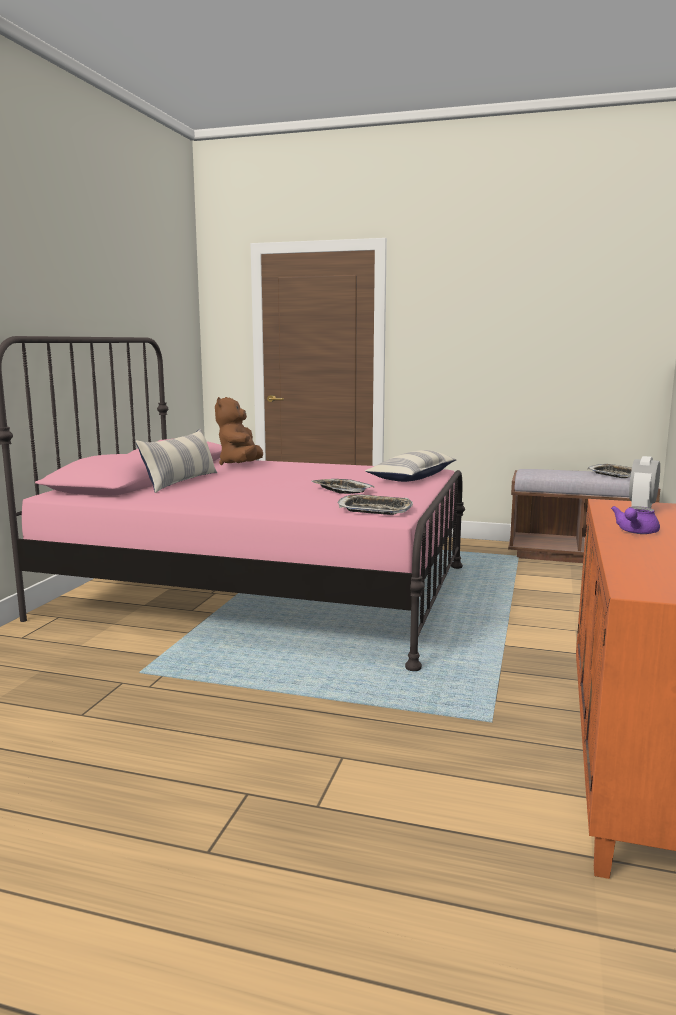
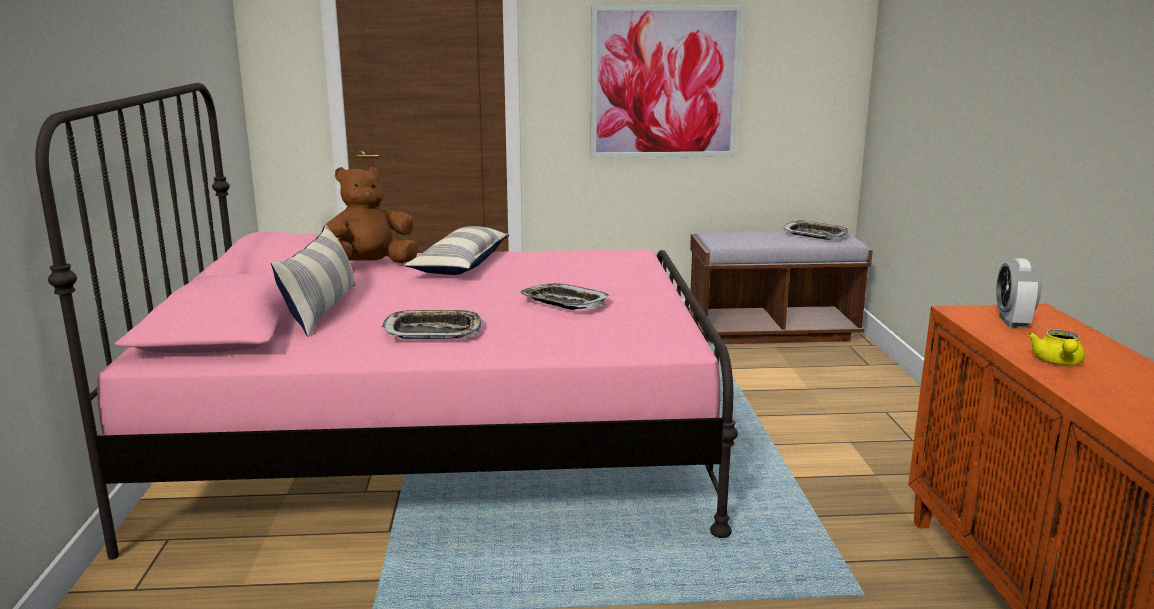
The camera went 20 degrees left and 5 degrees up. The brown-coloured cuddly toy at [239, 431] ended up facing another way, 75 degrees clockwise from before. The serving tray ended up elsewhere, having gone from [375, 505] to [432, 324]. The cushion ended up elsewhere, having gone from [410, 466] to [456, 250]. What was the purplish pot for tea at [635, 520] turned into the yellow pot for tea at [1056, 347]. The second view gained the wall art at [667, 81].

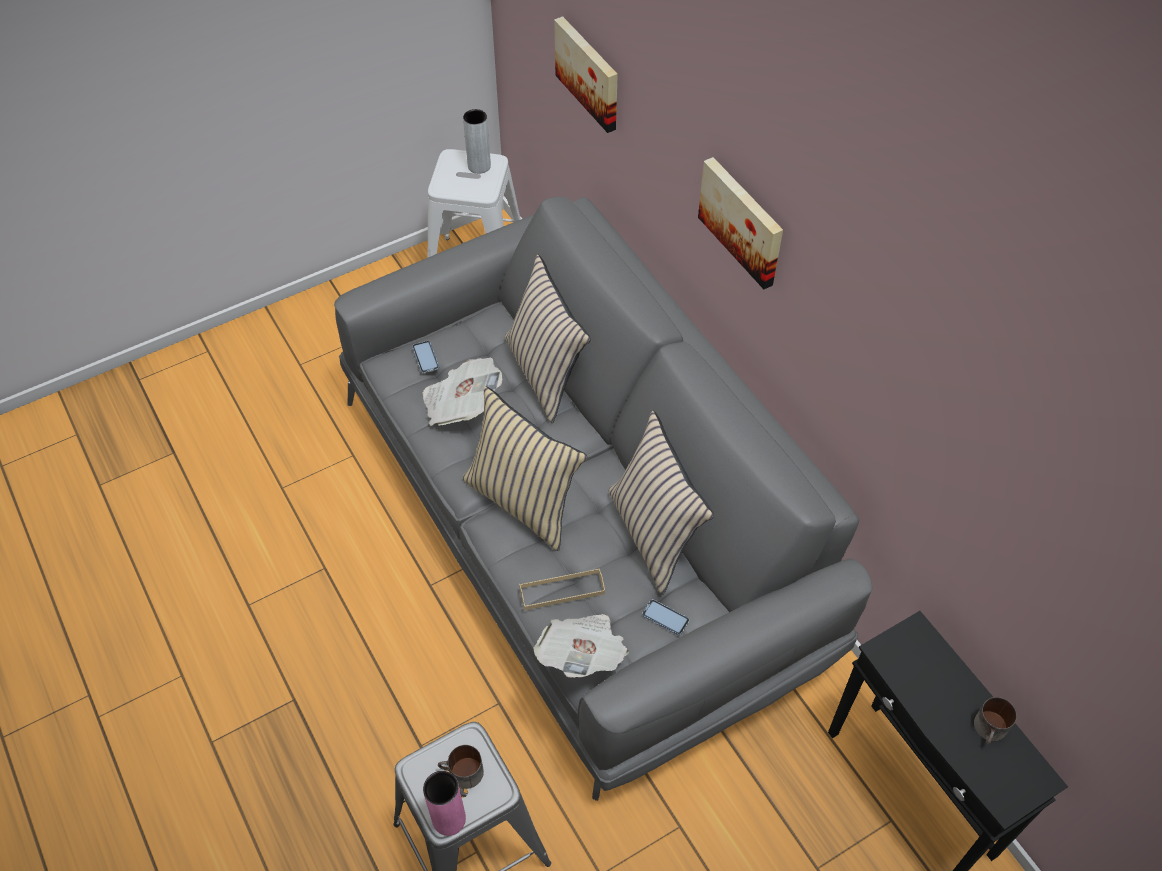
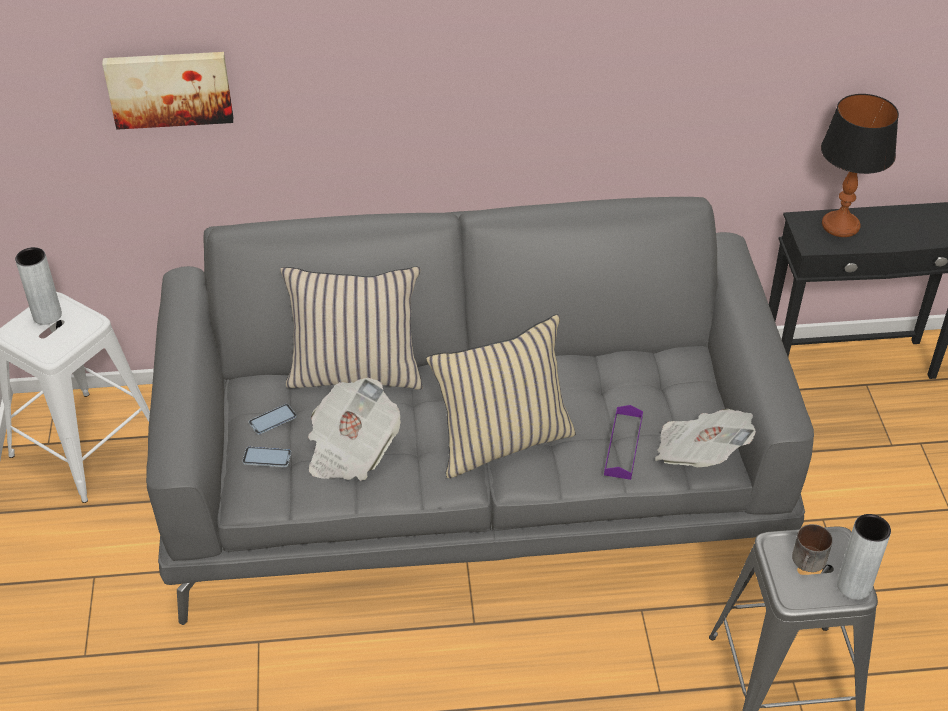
The camera went 65 degrees left and 10 degrees down. What was the pink flower vase at [444, 803] turned into the grey flower vase at [864, 557]. What was the beige-coloured serving tray at [562, 589] turned into the purplish serving tray at [623, 442]. The second view lost the beige-coloured cushion at [661, 503]. The telephone ended up elsewhere, having gone from [665, 617] to [273, 419]. The second view lost the wall art at [740, 223]. The second view lost the coffee mug at [995, 721]. The second view gained the table lamp at [860, 165].

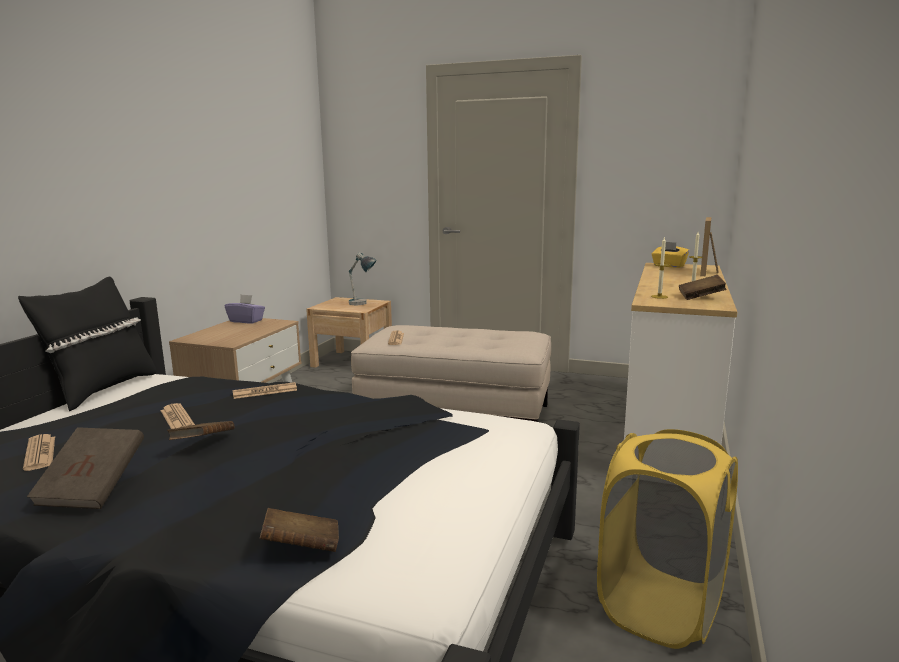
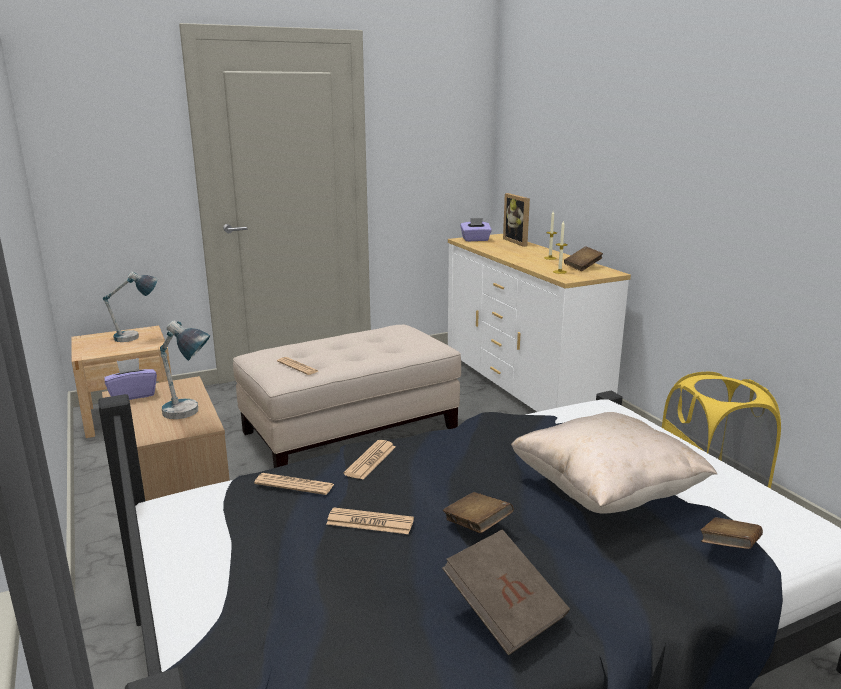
The camera went 45 degrees left and 5 degrees up. The second view lost the blackish cushion at [87, 344]. The newspaper ended up elsewhere, having gone from [39, 452] to [294, 484]. What was the yellow tissue box at [670, 255] turned into the purplish tissue box at [476, 229]. The second view gained the table lamp at [185, 370]. The second view gained the beige-coloured cushion at [614, 463].

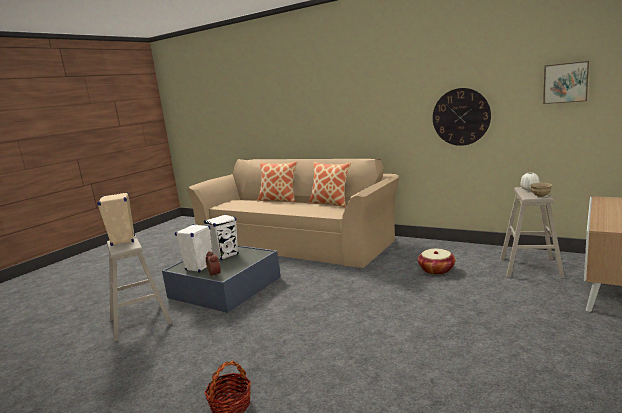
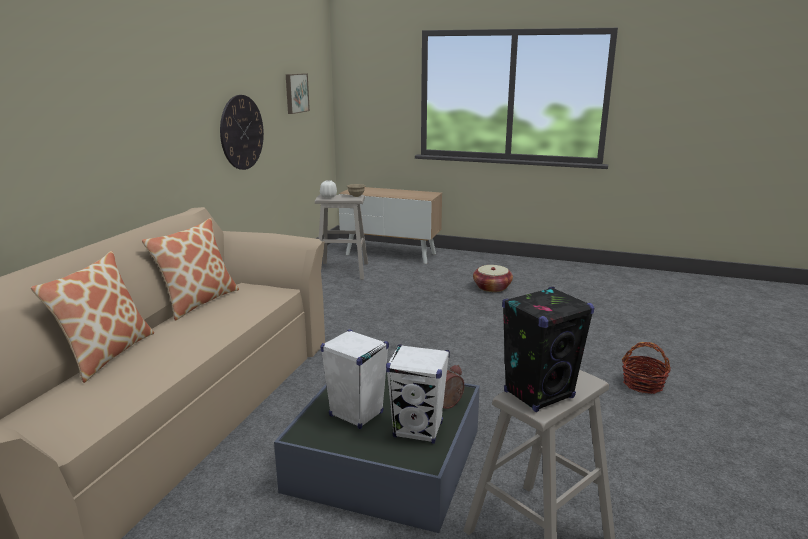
The camera went 105 degrees left and 5 degrees up. What was the beige-coloured speaker at [116, 219] turned into the blackish speaker at [548, 349]. The storage basket ended up elsewhere, having gone from [437, 262] to [493, 278].

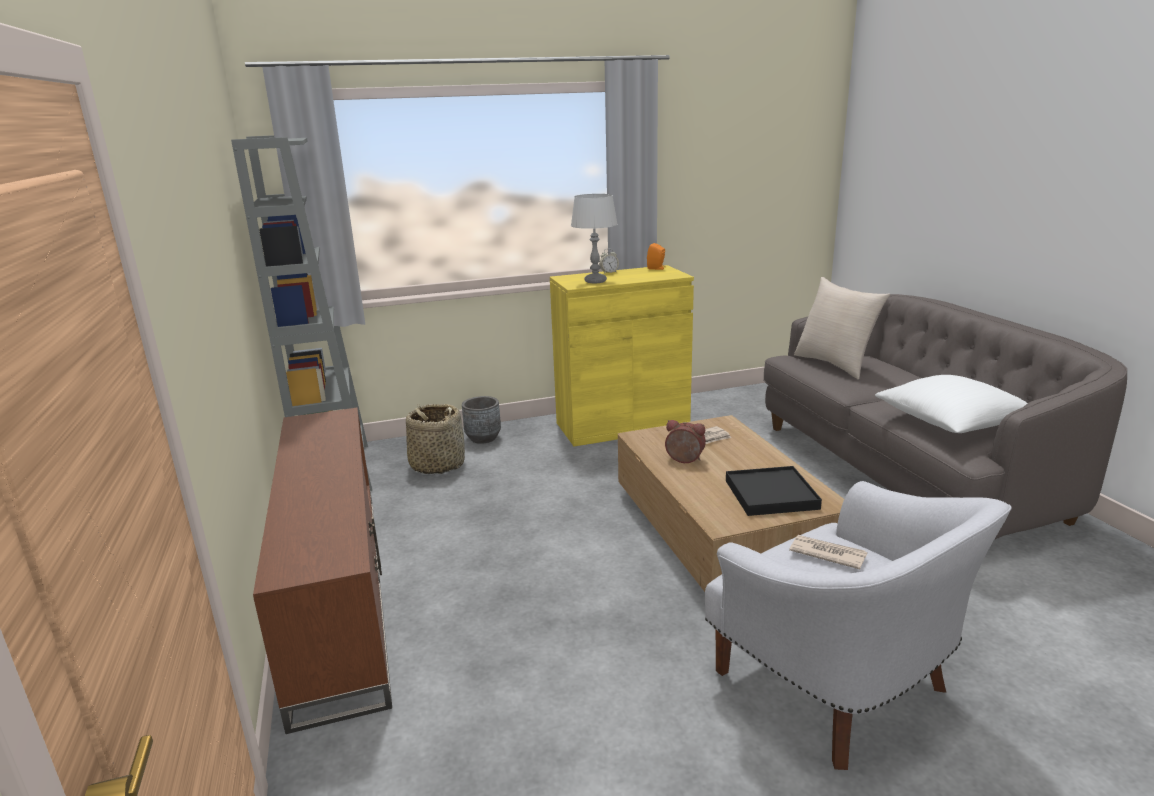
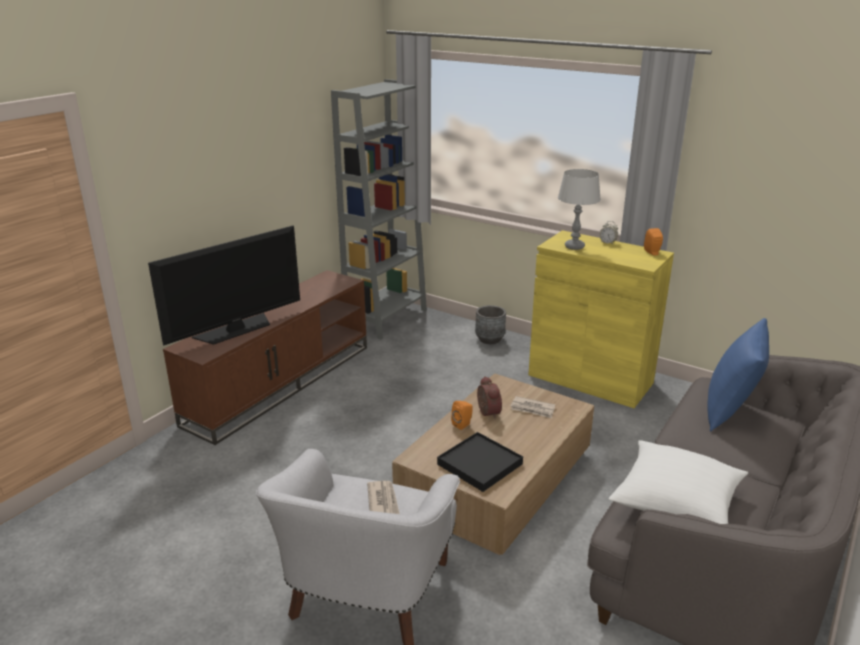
The camera went 50 degrees right and 5 degrees up. The second view lost the storage basket at [435, 439]. What was the beige-coloured cushion at [842, 328] turned into the blue cushion at [738, 374]. The second view gained the television at [224, 285]. The second view gained the orange speaker at [462, 415].

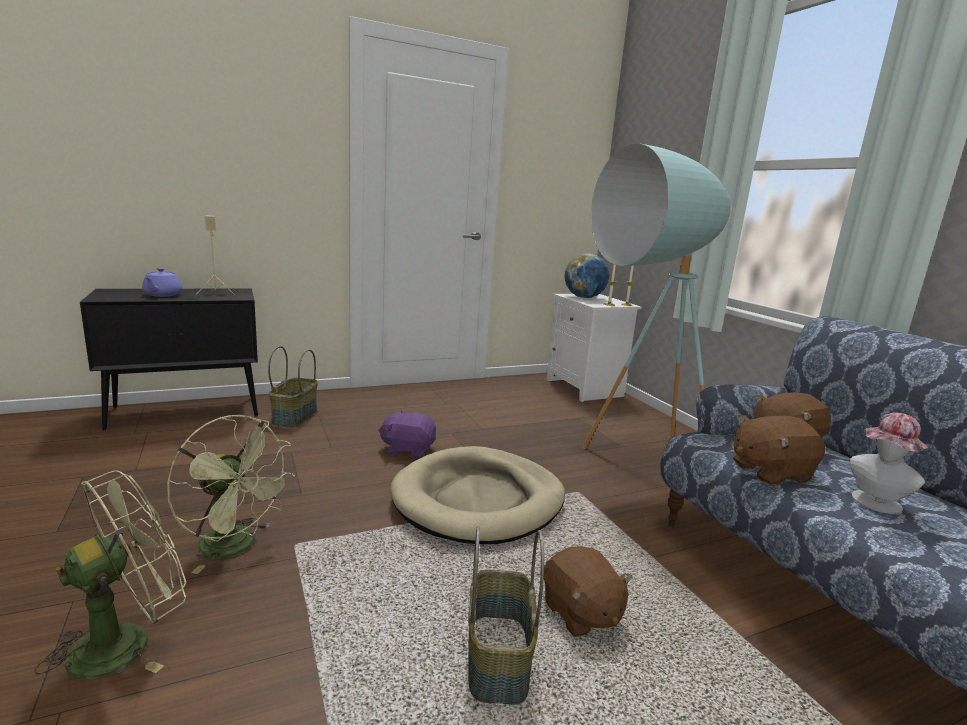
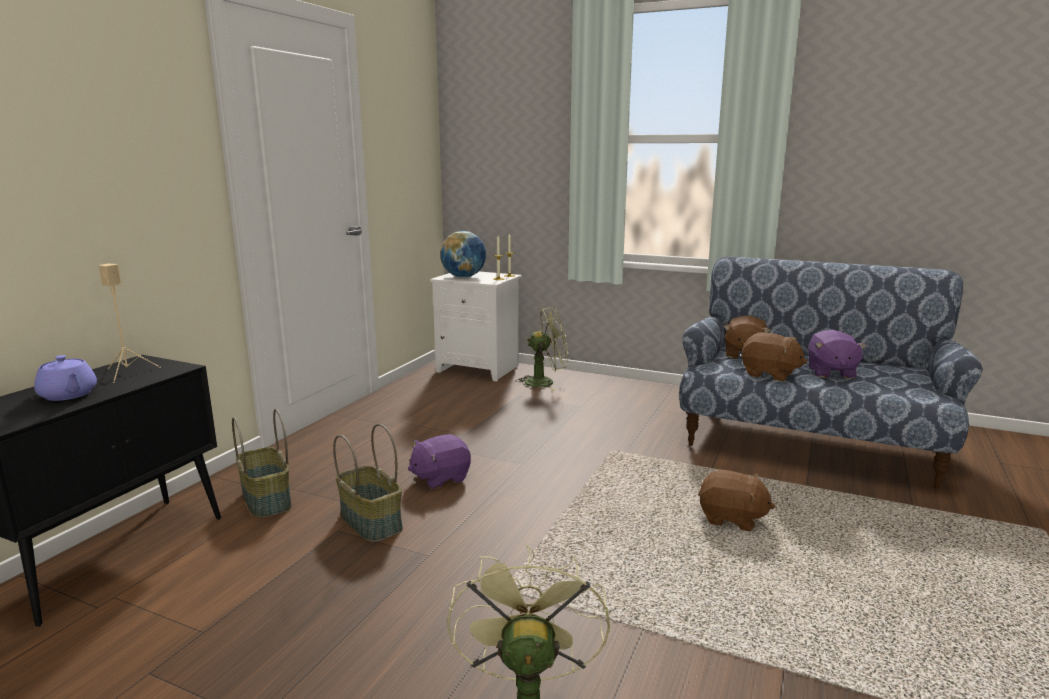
The camera went 40 degrees left and 0 degrees up. The greenish electric fan ended up elsewhere, having gone from [231, 494] to [541, 349]. The second view lost the beige-coloured dog bed at [477, 495]. The storage basket ended up elsewhere, having gone from [506, 615] to [368, 483]. The second view lost the turquoise standard lamp at [656, 296]. The brown-coloured cuddly toy at [779, 450] ended up facing another way, 90 degrees counterclockwise from before. Where the wearable hat stood at [889, 463], the purplish cuddly toy came to stand at [837, 354].

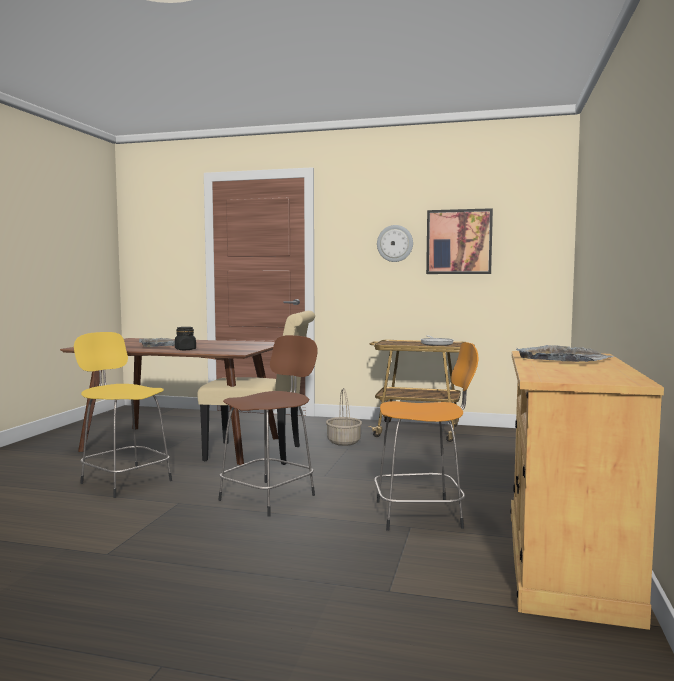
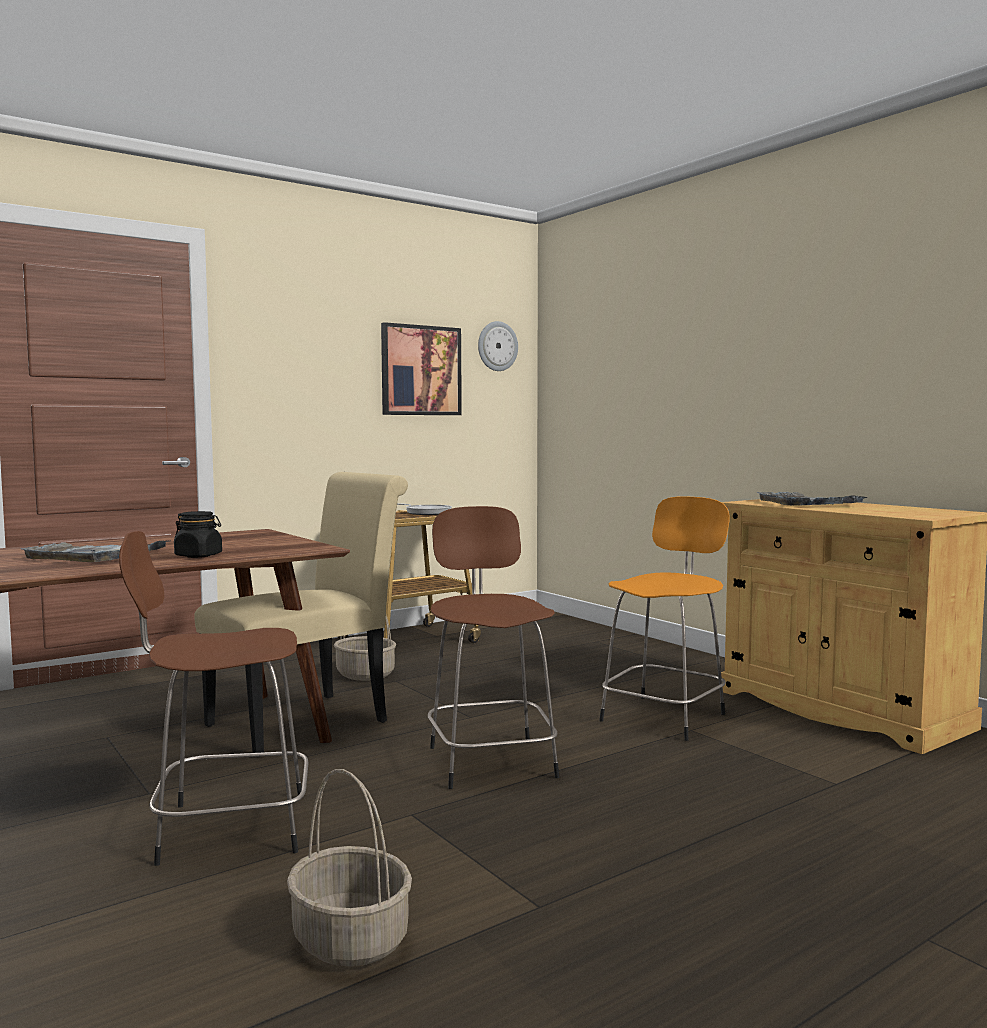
The camera went 50 degrees left and 0 degrees up. What was the yellow sitting stool at [123, 415] turned into the brown-coloured sitting stool at [213, 698]. The wall clock ended up elsewhere, having gone from [395, 243] to [498, 346]. The second view gained the storage basket at [349, 868].

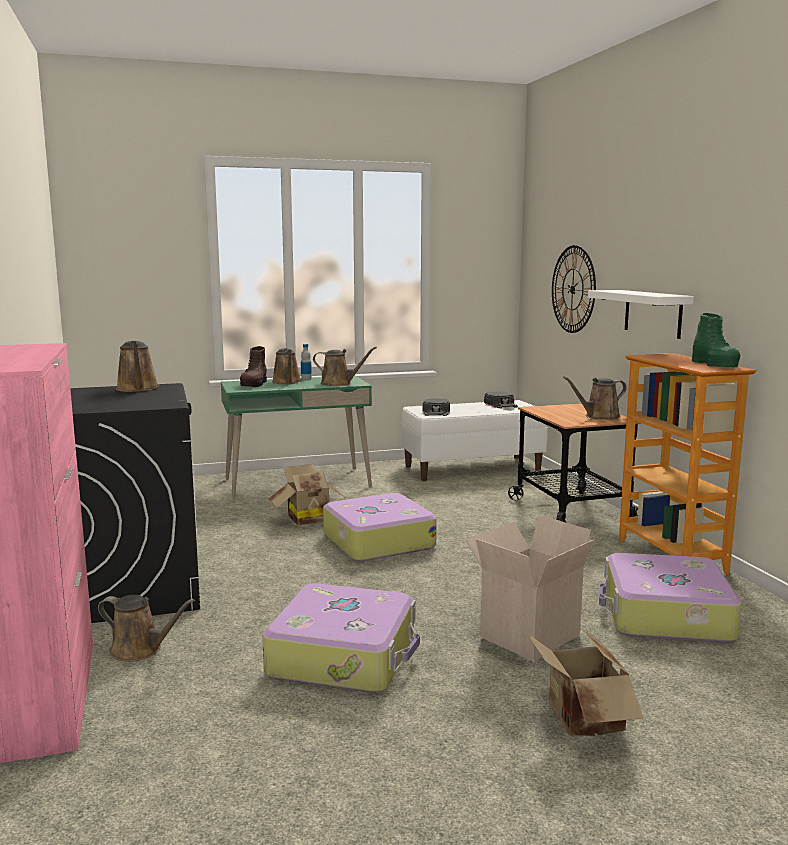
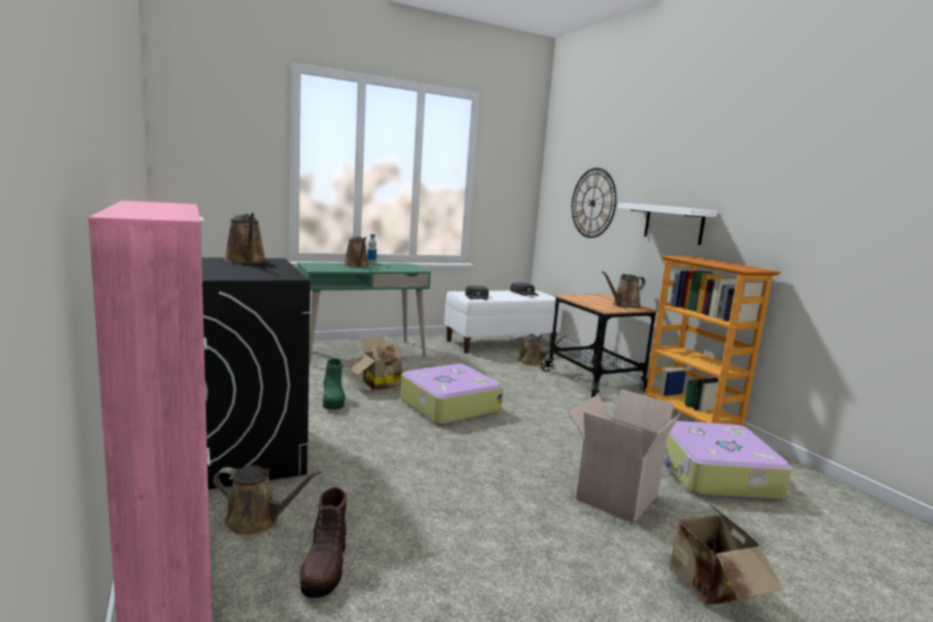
The camera went 10 degrees left and 0 degrees up. The brown-coloured high-top boot ended up elsewhere, having gone from [253, 366] to [323, 542]. The second view lost the travel case at [341, 638]. The brown-coloured watering pot ended up elsewhere, having gone from [345, 366] to [540, 350]. The greenish high-top boot ended up elsewhere, having gone from [716, 340] to [334, 384].

